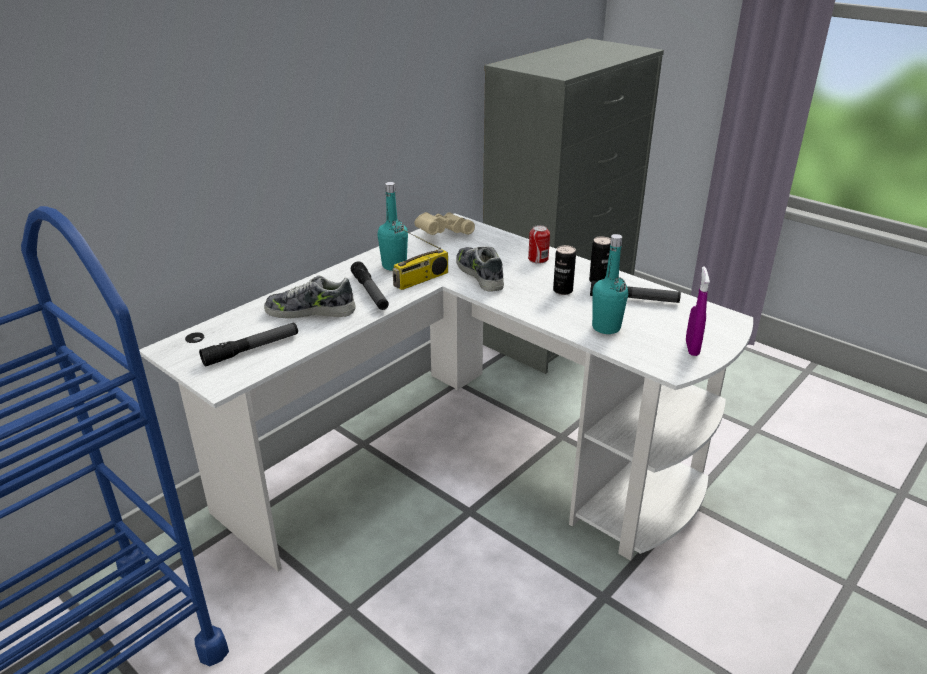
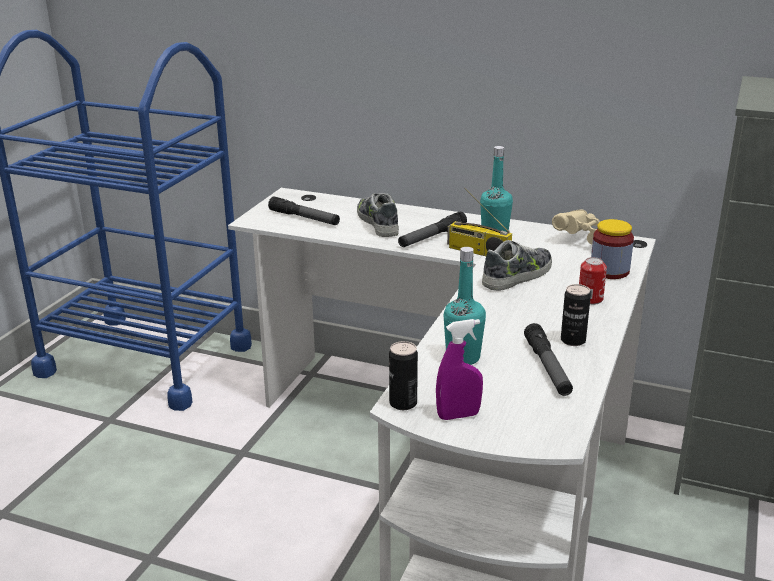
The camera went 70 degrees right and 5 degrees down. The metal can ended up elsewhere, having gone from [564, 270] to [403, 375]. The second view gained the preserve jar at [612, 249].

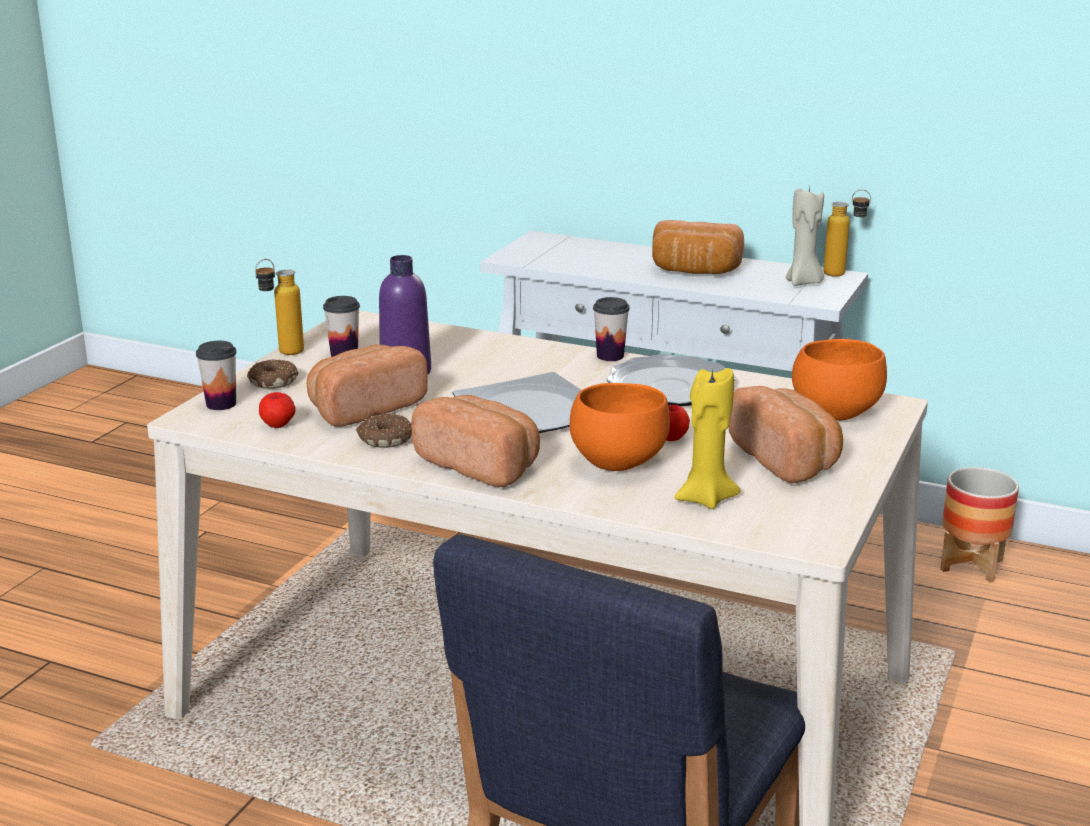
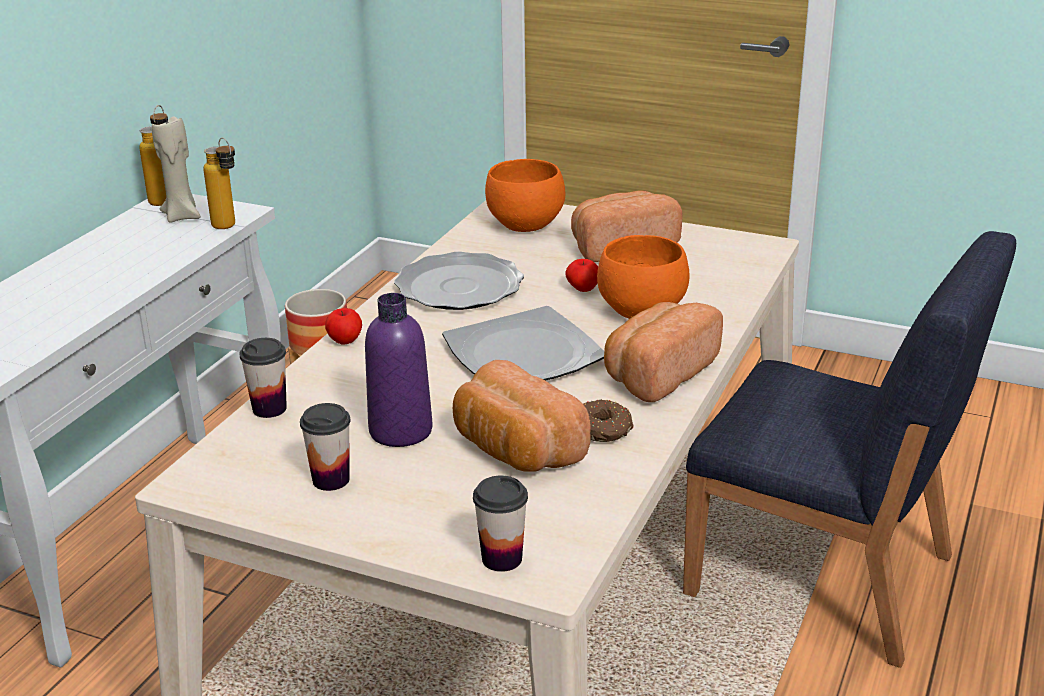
The camera went 90 degrees left and 5 degrees up. The second view lost the donut at [272, 374]. The bottle ended up elsewhere, having gone from [279, 307] to [219, 183]. The whole apple ended up elsewhere, having gone from [277, 410] to [343, 326]. The drinking cup ended up elsewhere, having gone from [611, 329] to [263, 378]. The second view lost the baked bread at [698, 247]. The second view lost the yellow wax candle at [707, 438].

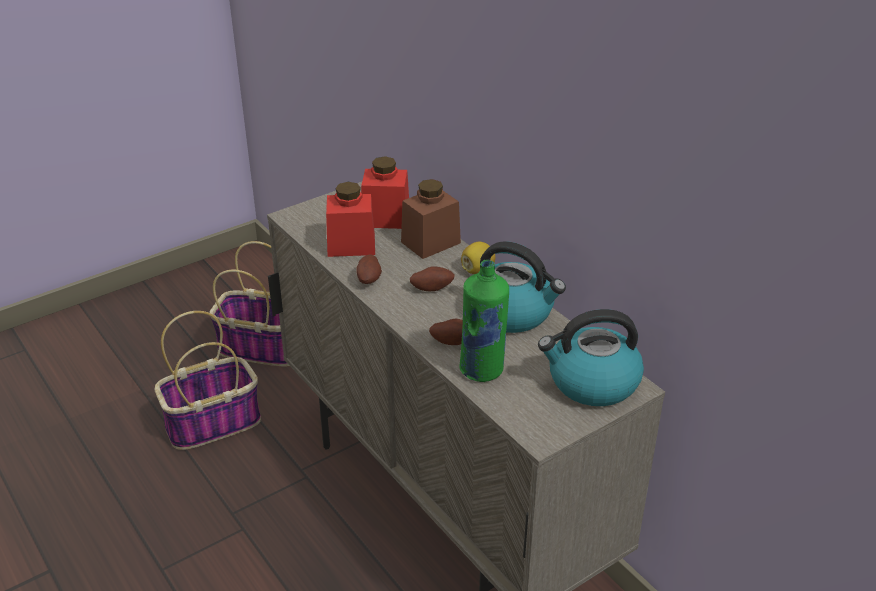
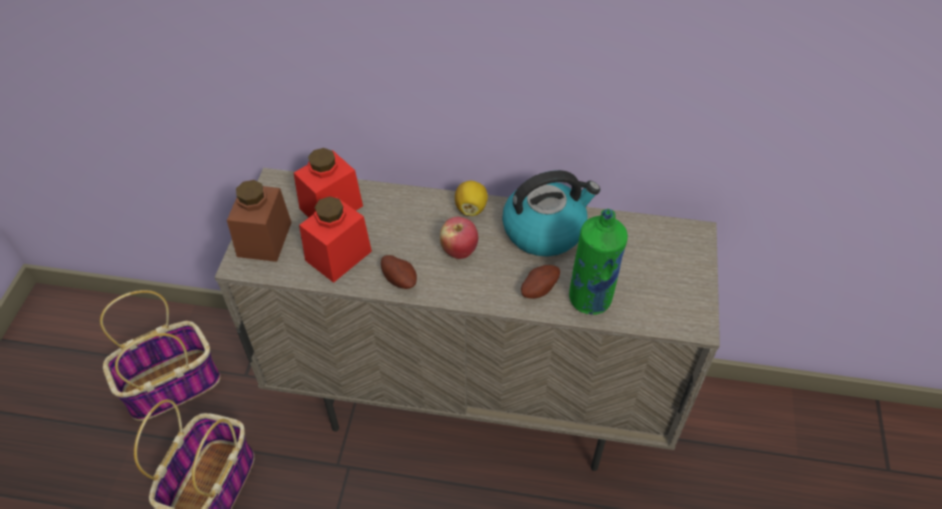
The camera went 45 degrees left and 15 degrees up. The brown-coloured preserve jar ended up elsewhere, having gone from [431, 219] to [259, 221]. Where the whole potato stood at [432, 278], the whole apple came to stand at [459, 238]. The second view lost the tea kettle at [591, 357].

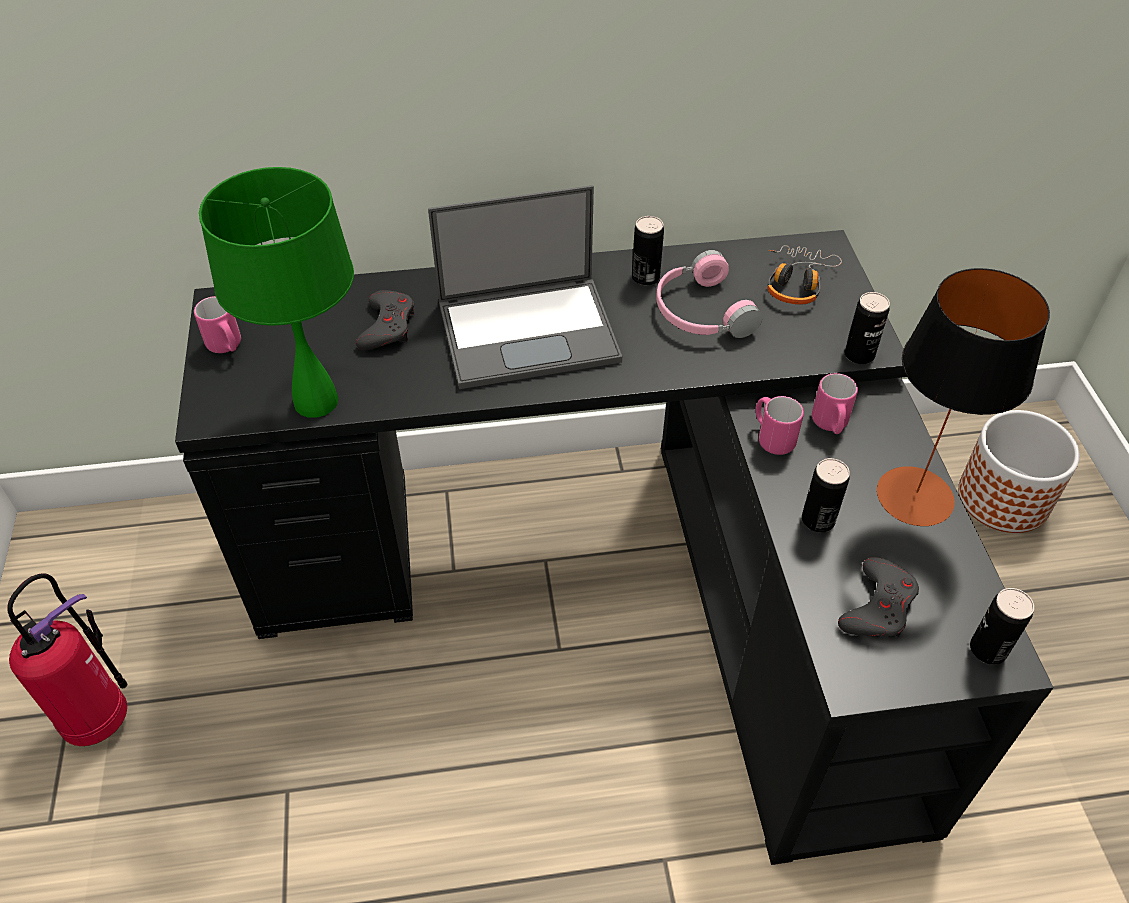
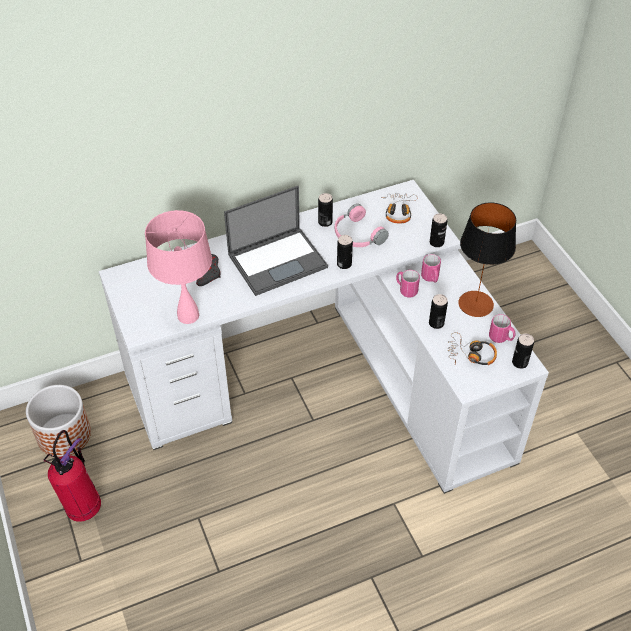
The camera went 15 degrees left and 0 degrees up. What was the blackish desk at [614, 547] turned into the white-coloured desk at [324, 337]. The pink coffee mug ended up elsewhere, having gone from [217, 324] to [502, 328]. What was the greenish table lamp at [276, 292] turned into the pink table lamp at [178, 267]. Where the grey game controller stood at [878, 597], the pair of headphones came to stand at [472, 348]. The flower pot ended up elsewhere, having gone from [1019, 471] to [58, 421]. The second view gained the metal can at [345, 252].

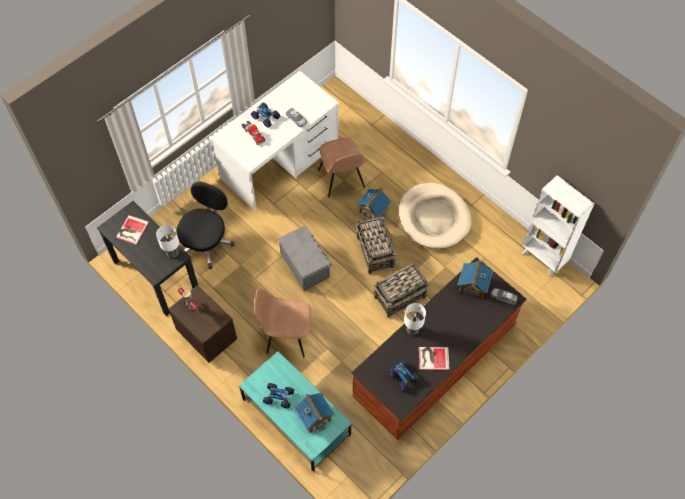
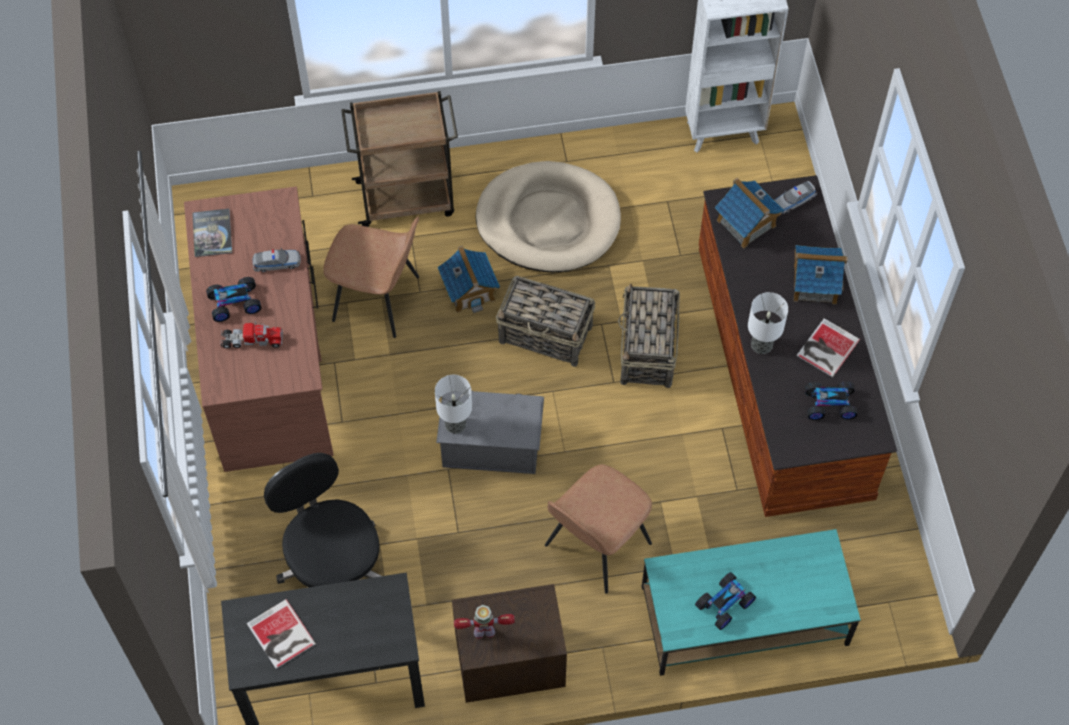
The camera went 55 degrees left and 0 degrees up. The table lamp ended up elsewhere, having gone from [167, 241] to [453, 404]. What was the white-coloured desk at [275, 141] turned into the brown-coloured desk at [259, 329]. The miniature house ended up elsewhere, having gone from [314, 413] to [821, 274]. The second view gained the volume at [212, 233]. The second view gained the brown-coloured trolley at [399, 159].

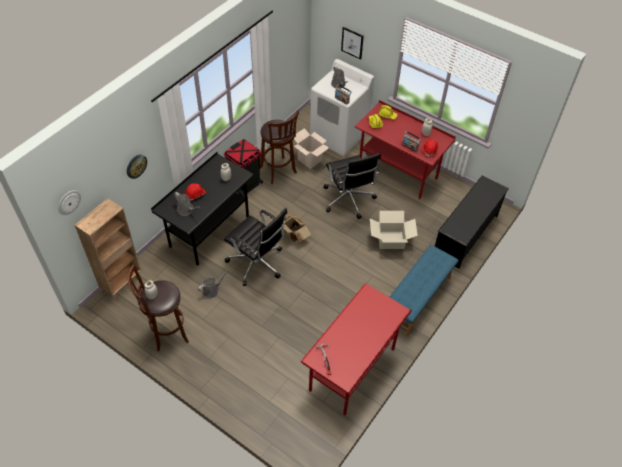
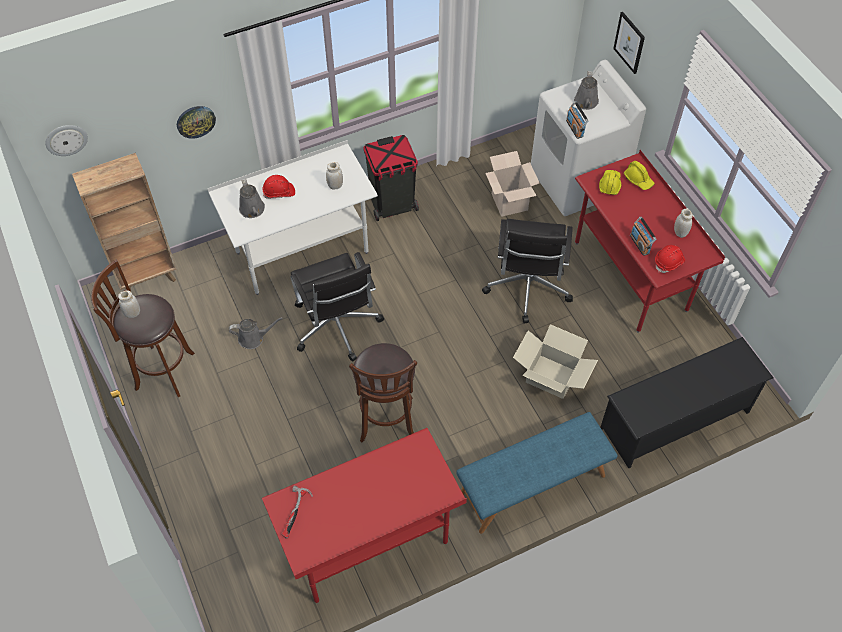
The camera went 30 degrees right and 5 degrees up. What was the blackish desk at [202, 208] turned into the white-coloured desk at [293, 217]. The brown-coloured sitting stool ended up elsewhere, having gone from [279, 147] to [383, 392]. The second view lost the carton at [297, 228].

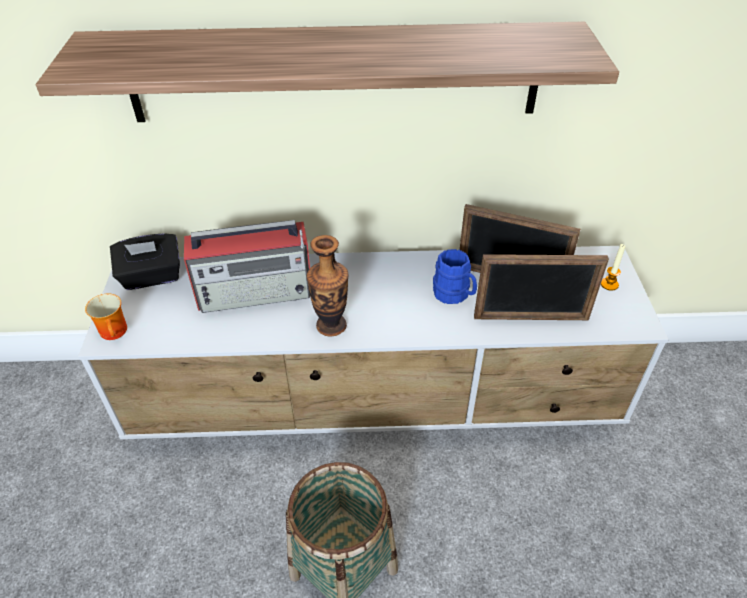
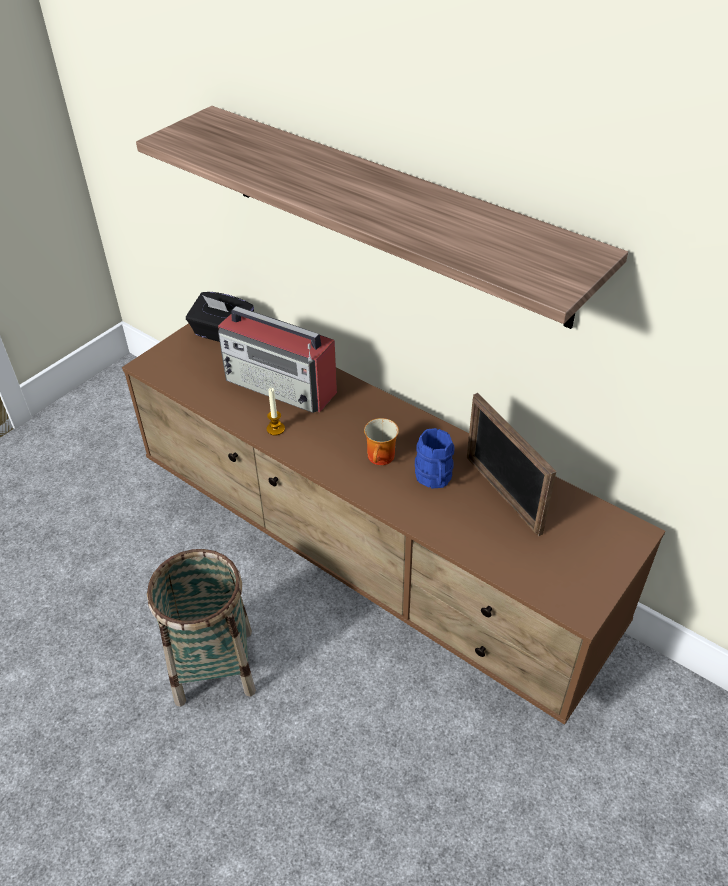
The camera went 40 degrees right and 0 degrees up. What was the white-coloured tv stand at [373, 342] turned into the brown-coloured tv stand at [393, 524]. The coffee mug ended up elsewhere, having gone from [106, 317] to [381, 441]. The second view lost the flower vase at [327, 286]. The second view lost the picture frame at [541, 287]. The wax candle ended up elsewhere, having gone from [613, 267] to [276, 412].

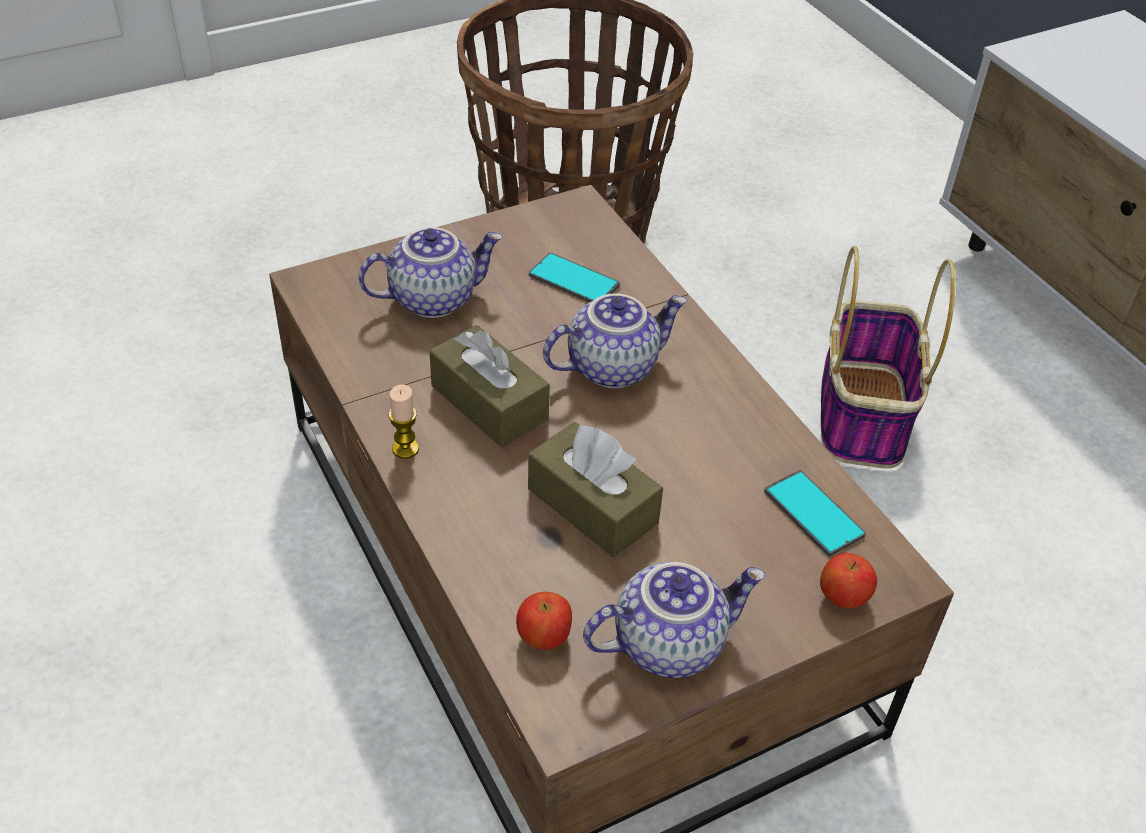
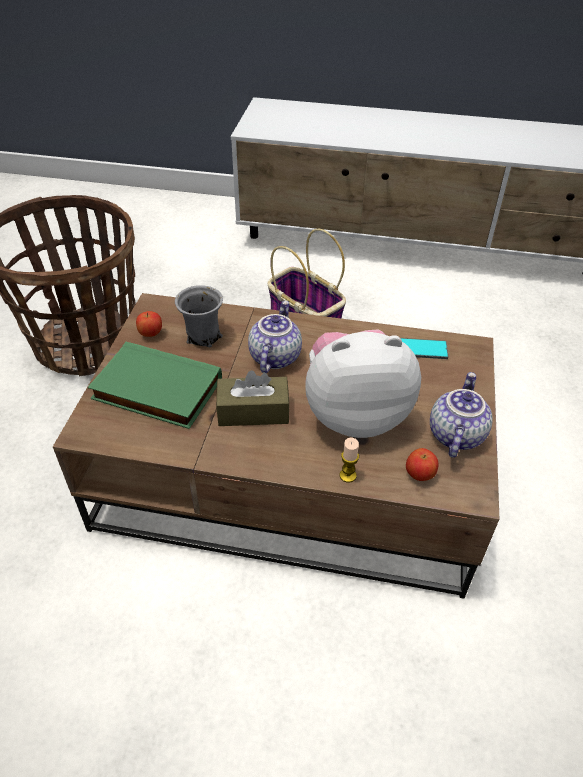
The camera went 50 degrees left and 0 degrees up. Where the pot for tea stood at [431, 272], the greenish volume came to stand at [155, 385]. The wax candle ended up elsewhere, having gone from [403, 422] to [349, 460]. Where the brown-coloured tissue box stood at [595, 489], the cuddly toy came to stand at [363, 384]. Where the telephone stood at [574, 278], the grey coffee mug came to stand at [199, 316]. The whole apple ended up elsewhere, having gone from [848, 581] to [149, 324].

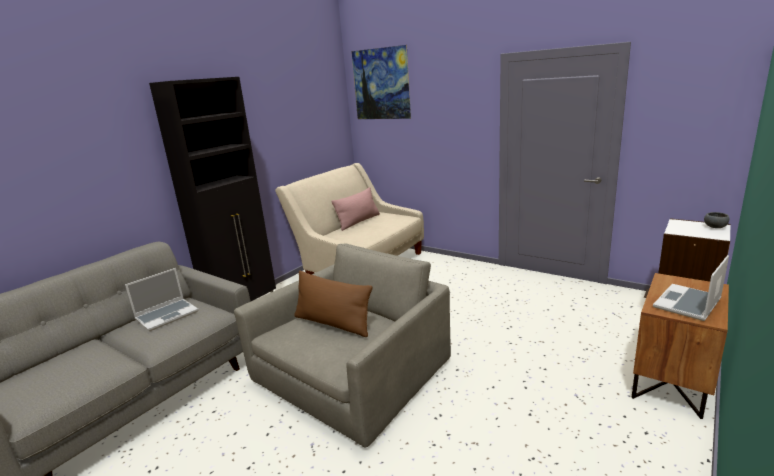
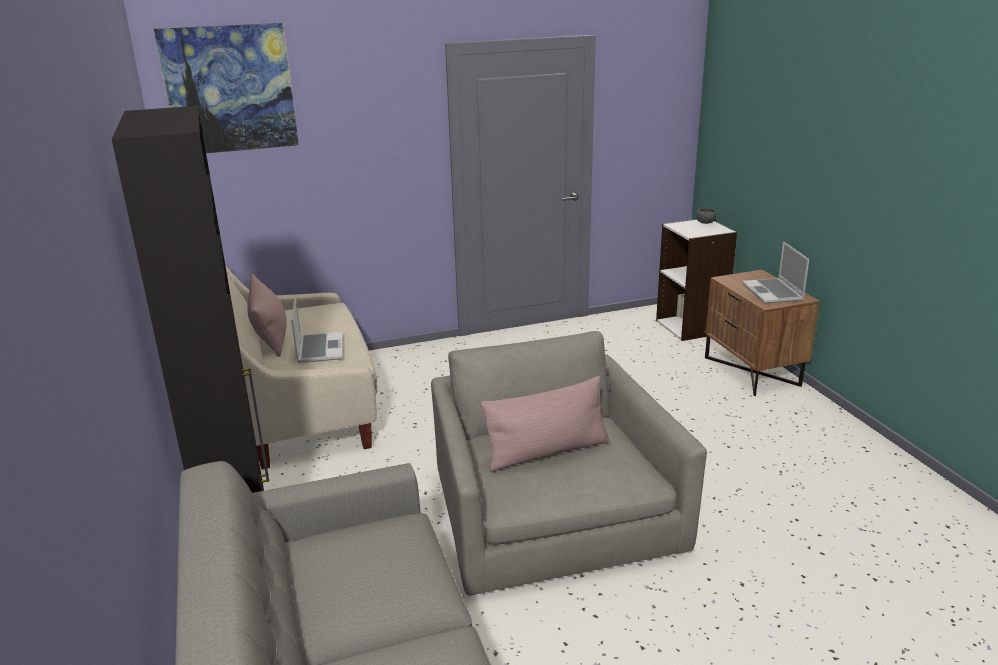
The camera went 55 degrees left and 5 degrees up. The laptop ended up elsewhere, having gone from [161, 299] to [317, 330]. What was the brown-coloured cushion at [333, 304] turned into the pink cushion at [544, 423].

